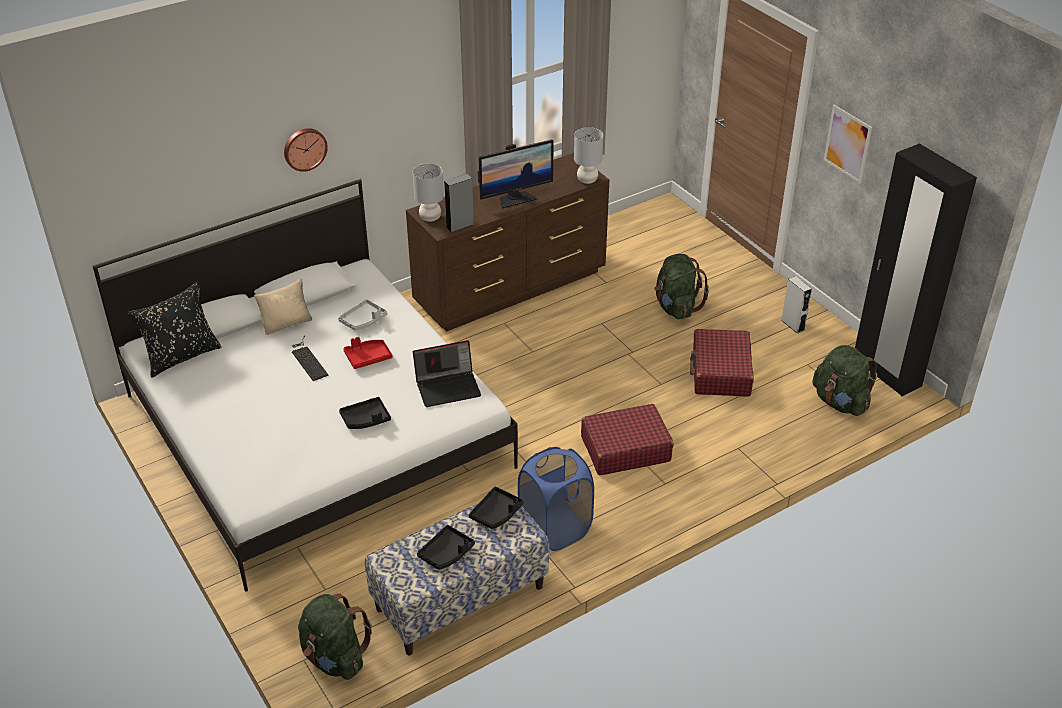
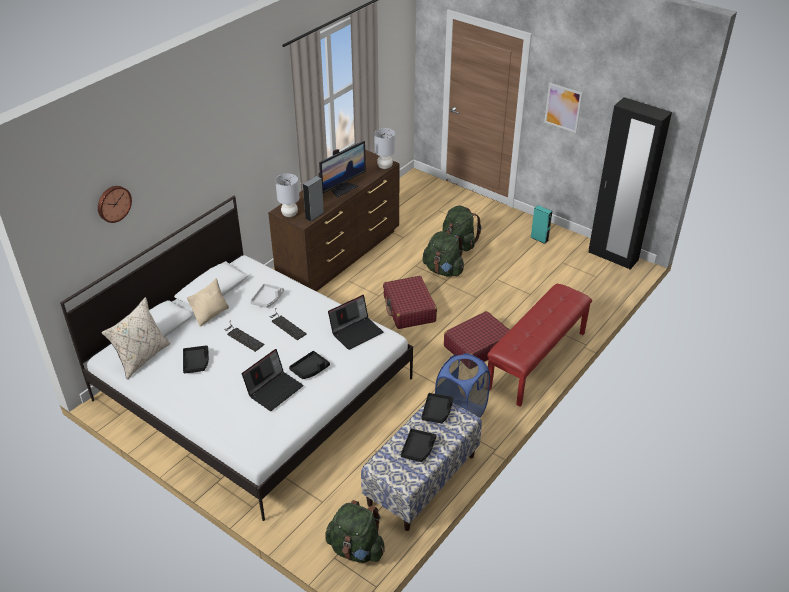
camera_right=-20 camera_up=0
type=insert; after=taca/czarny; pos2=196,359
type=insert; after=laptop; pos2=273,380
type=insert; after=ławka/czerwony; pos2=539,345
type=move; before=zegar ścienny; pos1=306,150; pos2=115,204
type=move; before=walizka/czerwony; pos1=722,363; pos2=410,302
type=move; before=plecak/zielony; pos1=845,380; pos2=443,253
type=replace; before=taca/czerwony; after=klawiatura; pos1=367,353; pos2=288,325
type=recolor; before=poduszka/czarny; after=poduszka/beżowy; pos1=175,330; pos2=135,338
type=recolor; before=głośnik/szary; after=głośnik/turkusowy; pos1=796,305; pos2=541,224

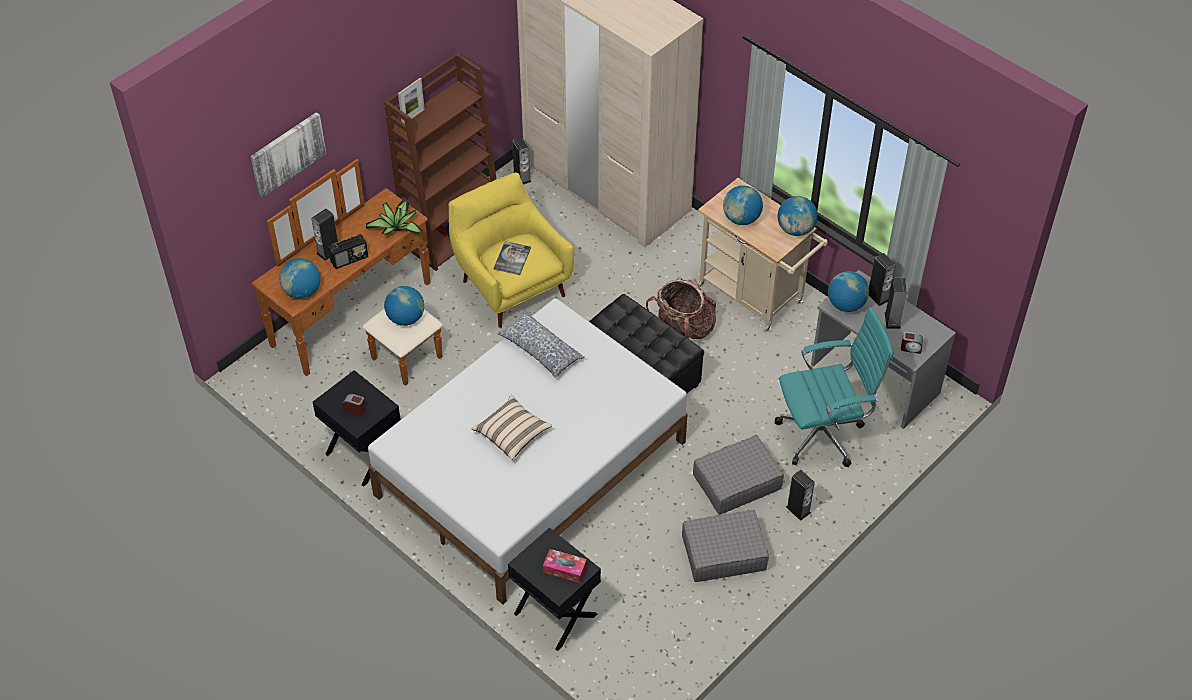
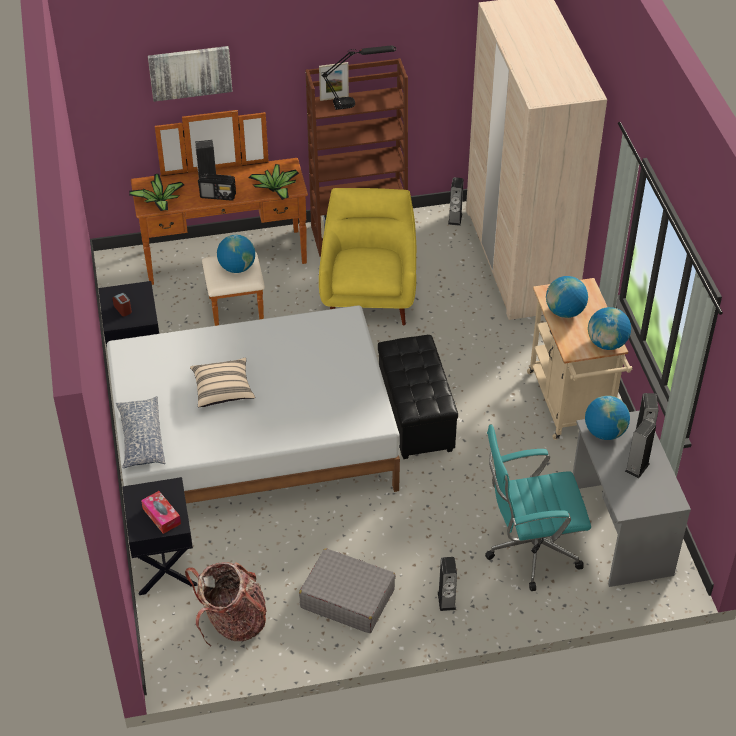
camera_right=35 camera_up=-5
type=delete; before=książka; pos1=512,258
type=delete; before=walizka/szary; pos1=738,475
type=delete; before=budzik; pos1=912,343
type=insert; after=lampa stołowa/czarny; pos2=358,78
type=move; before=poduszka; pos1=541,344; pos2=141,432
type=move; before=plecak; pos1=681,308; pos2=225,604
type=replace; before=globus; after=roślina doniczkowa; pos1=300,278; pos2=156,192
type=rotate; before=krzesło biurowe/turkusowy; pos1=834,387; pos2=538,507; turn=150

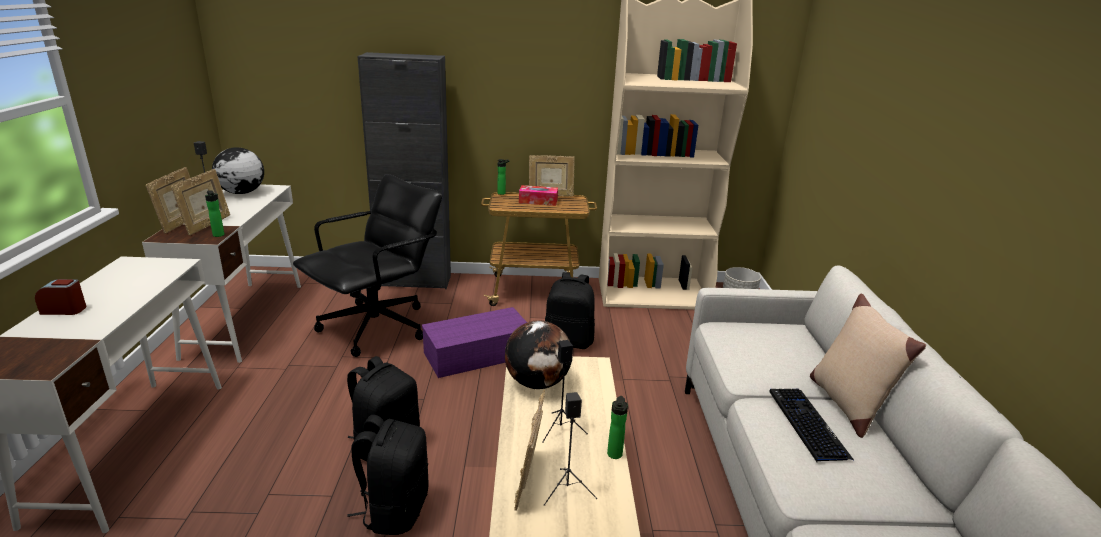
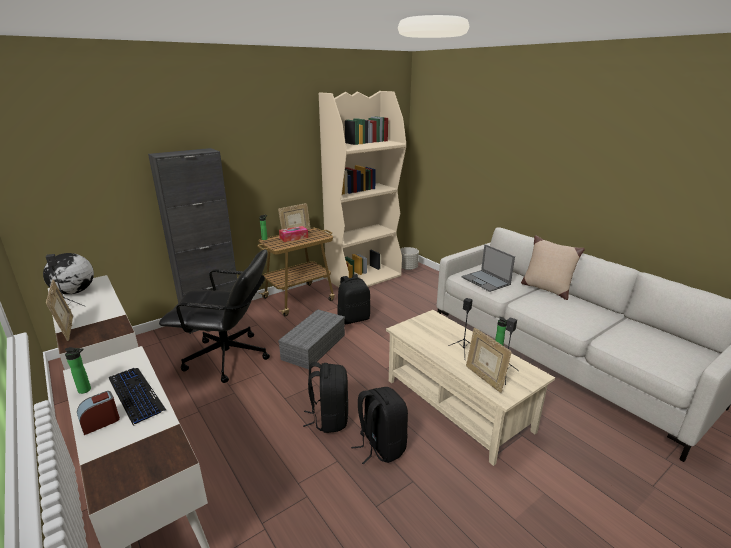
camera_right=-35 camera_up=0
type=delete; before=ramka na zdjęcie; pos1=200,202
type=delete; before=globus; pos1=538,355
type=insert; after=laptop; pos2=488,268
type=move; before=butelka; pos1=214,213; pos2=78,370
type=move; before=klawiatura; pos1=812,425; pos2=137,397
type=recolor; before=pojemnik do przechowywania/fioletowy; after=pojemnik do przechowywania/szary; pos1=474,342; pos2=311,339
type=rotate; before=krzesło biurowe/czarny; pos1=367,265; pos2=214,316; turn=90

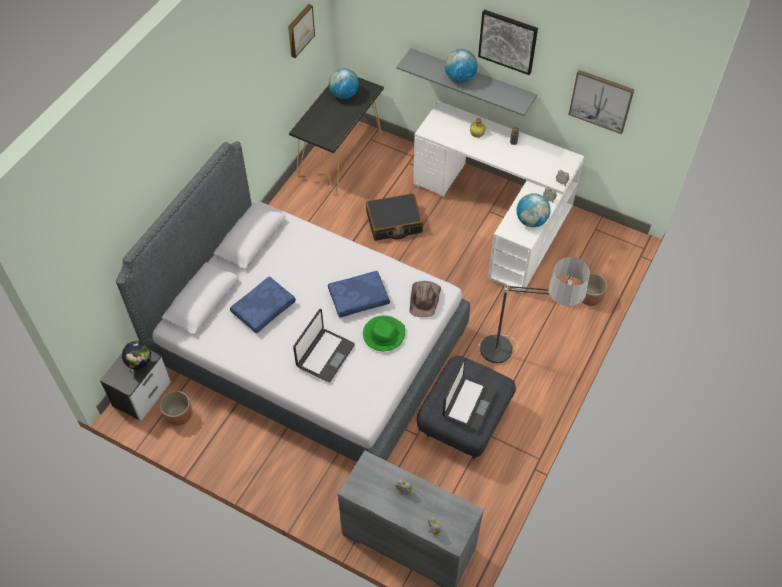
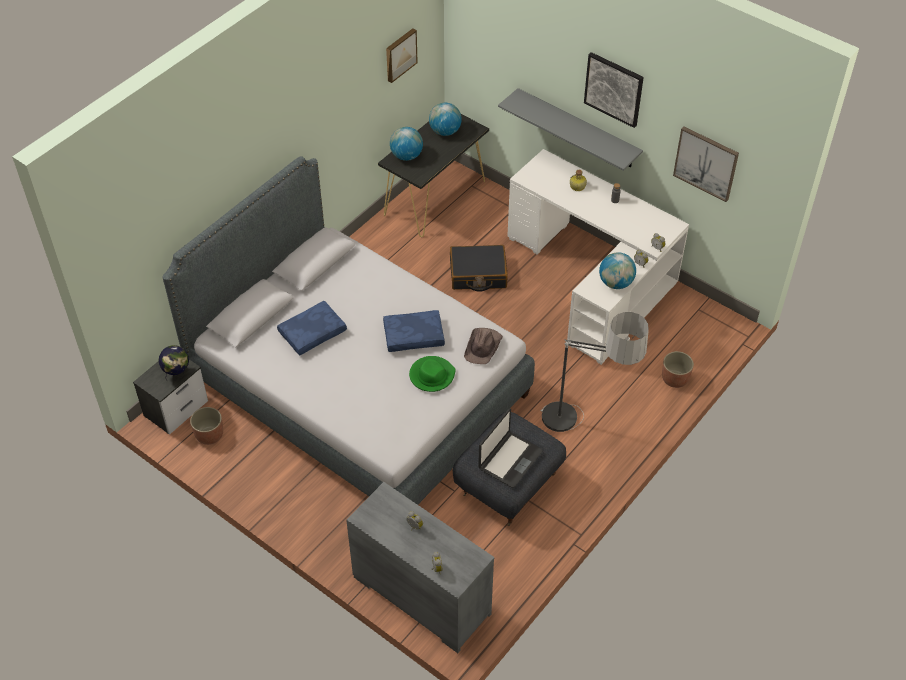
camera_right=10 camera_up=-5
type=delete; before=laptop; pos1=324,345
type=move; before=globus; pos1=461,66; pos2=406,144

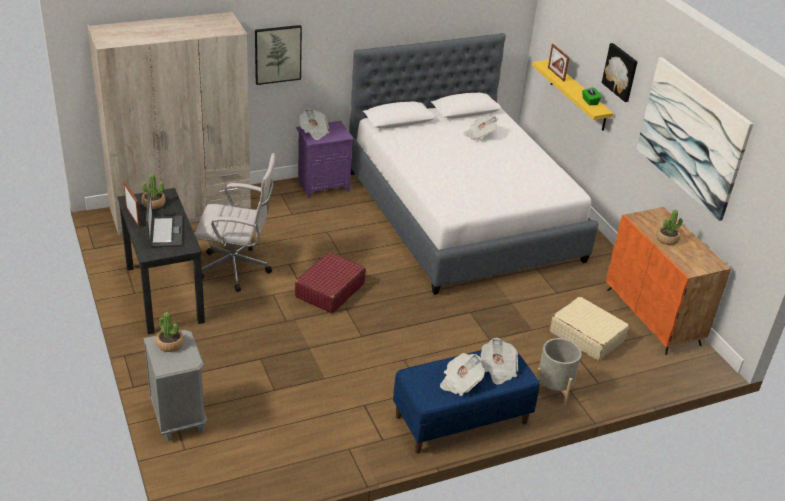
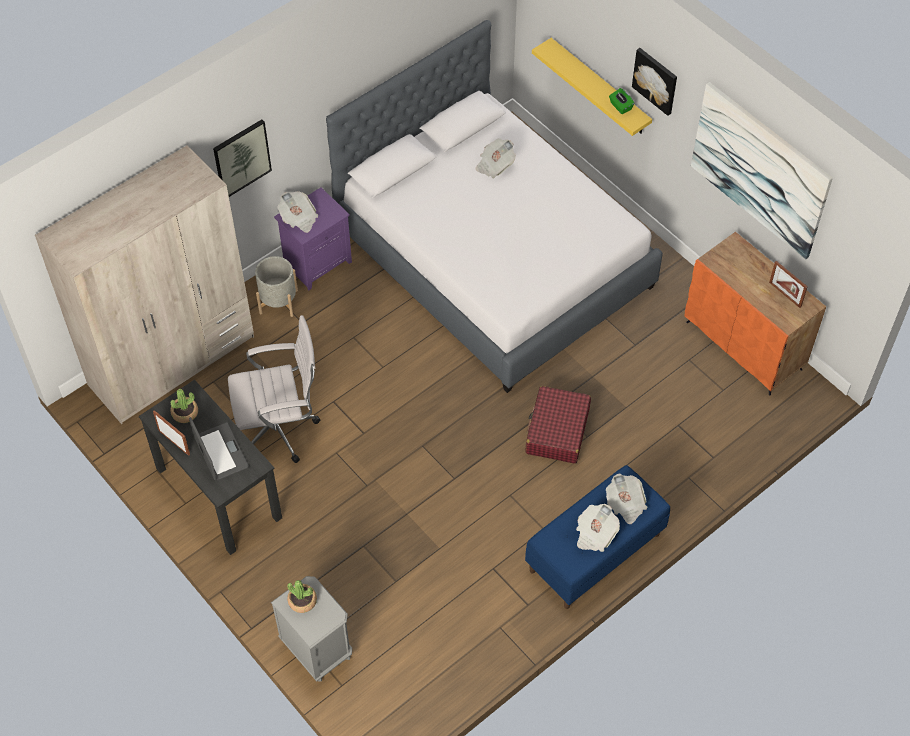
camera_right=-15 camera_up=20
type=delete; before=walizka/beżowy; pos1=589,329
type=delete; before=roślina doniczkowa; pos1=669,227
type=move; before=walizka/czerwony; pos1=330,282; pos2=558,425
type=move; before=donica/szary; pos1=558,371; pos2=276,286
type=move; before=ramka na zdjęcie; pos1=558,62; pos2=788,284

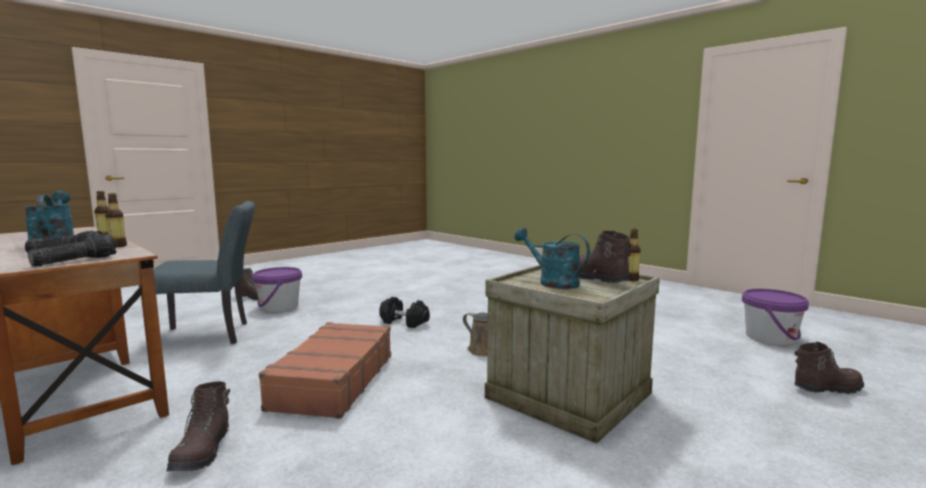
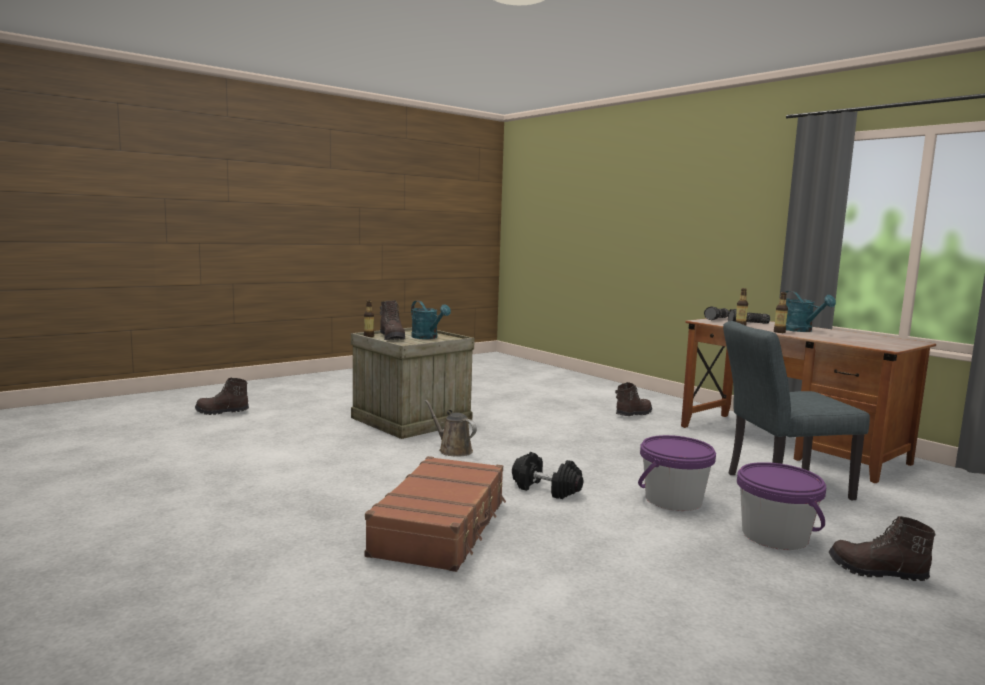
camera_right=-175 camera_up=0
type=move; before=walizka/brązowy; pos1=325,370; pos2=435,514
type=move; before=wiadro/fioletowy; pos1=775,317; pos2=677,473
type=rotate; before=but z cholewką/brązowy; pos1=198,426; pos2=633,399; turn=45

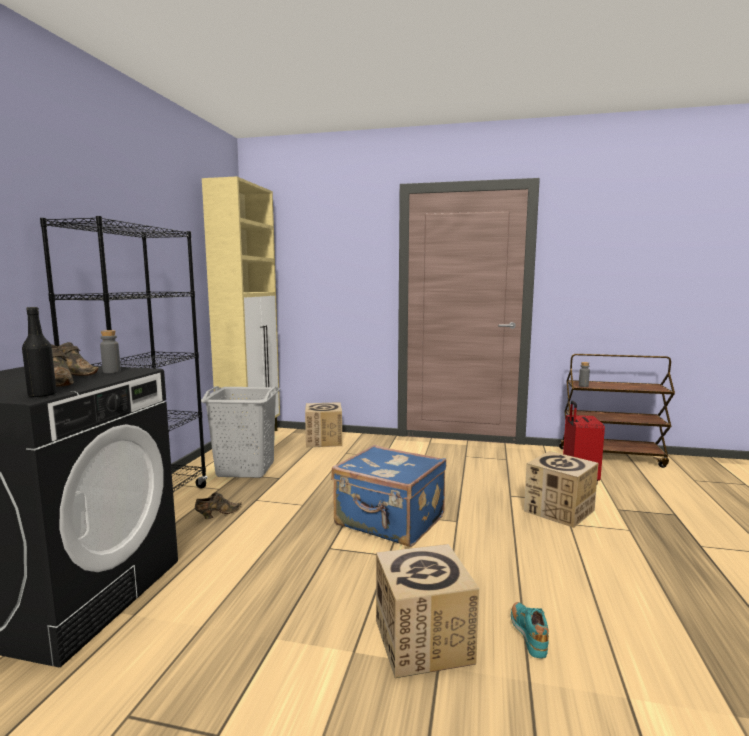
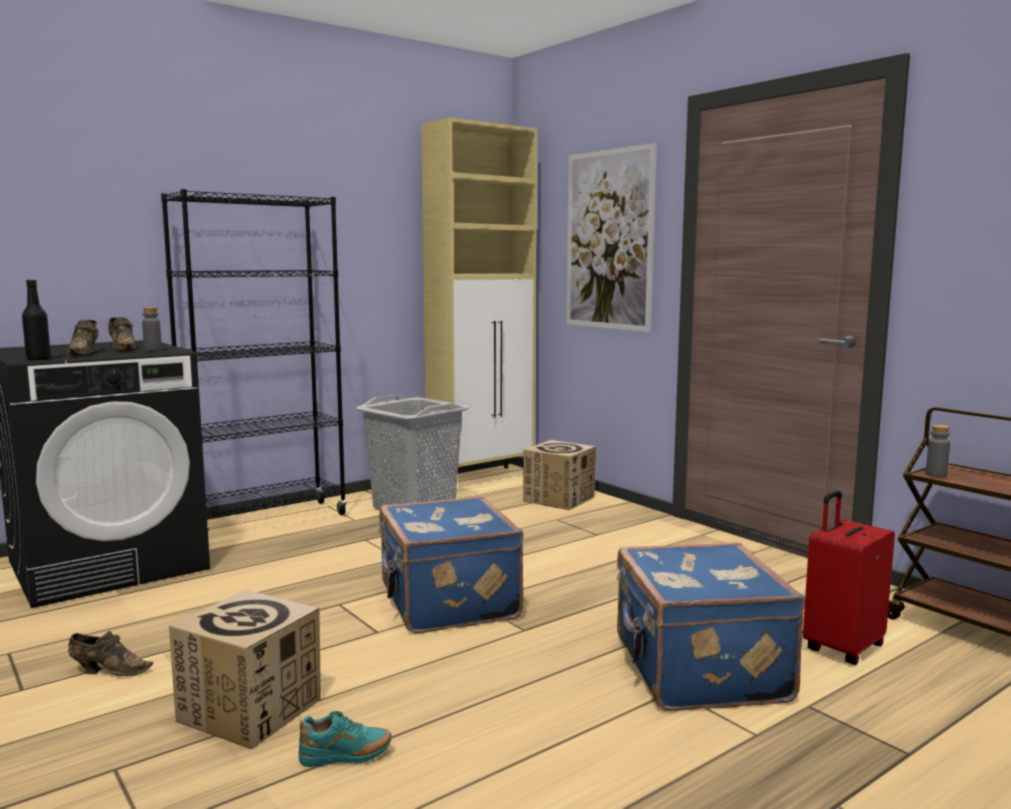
camera_right=40 camera_up=0
type=insert; after=obraz; pos2=611,237
type=move; before=but/brązowy; pos1=218,505; pos2=110,653
type=replace; before=karton; after=walizka/niebieski; pos1=561,489; pos2=710,627
type=rotate; before=but/turkusowy; pos1=530,630; pos2=345,739; turn=45

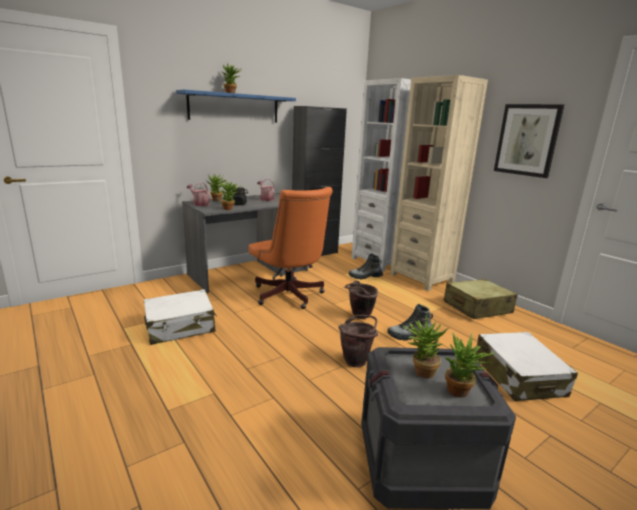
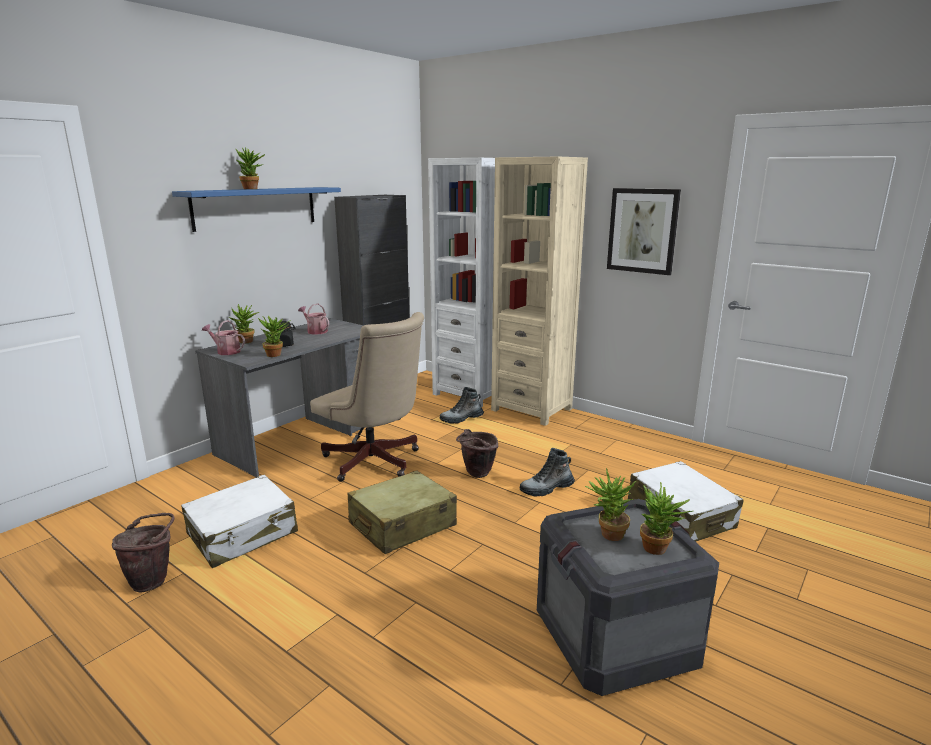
camera_right=-15 camera_up=0
type=move; before=wiadro/brązowy; pos1=358,341; pos2=143,552
type=move; before=walizka/beżowy; pos1=480,299; pos2=402,512
type=recolor; before=krzesło biurowe/pomarańczowy; after=krzesło biurowe/beżowy; pos1=291,248; pos2=367,397

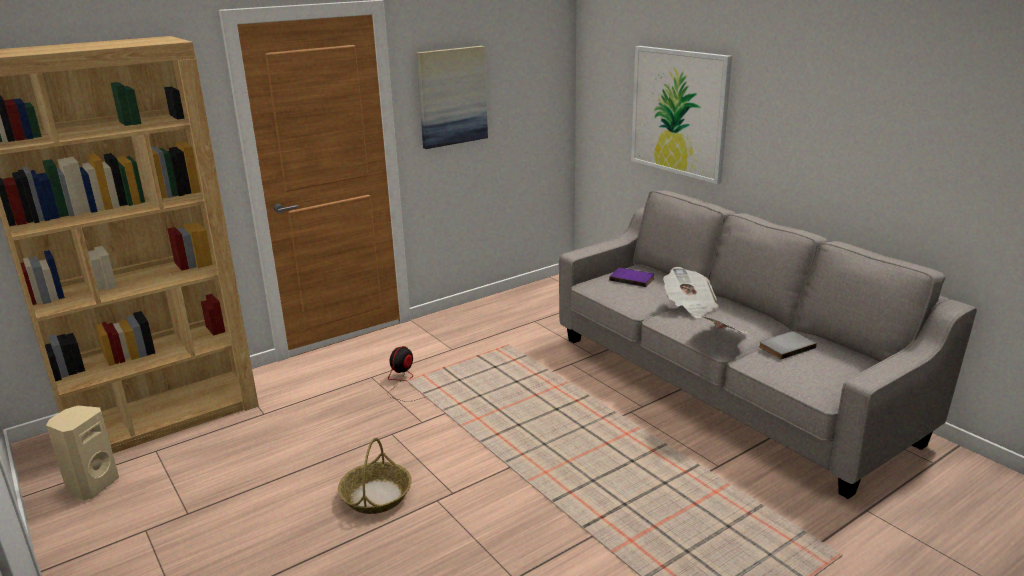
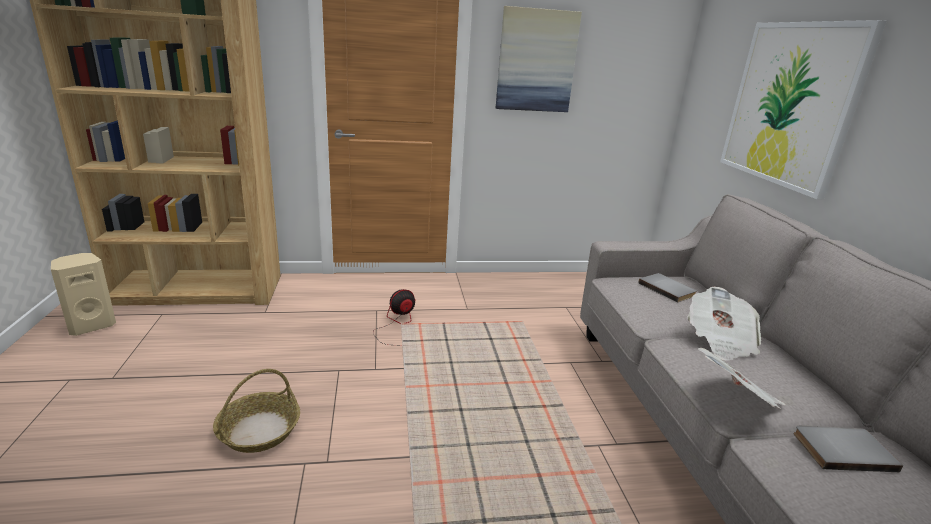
camera_right=25 camera_up=0
type=recolor; before=książka/fioletowy; after=książka/szary; pos1=632,277; pos2=667,288

